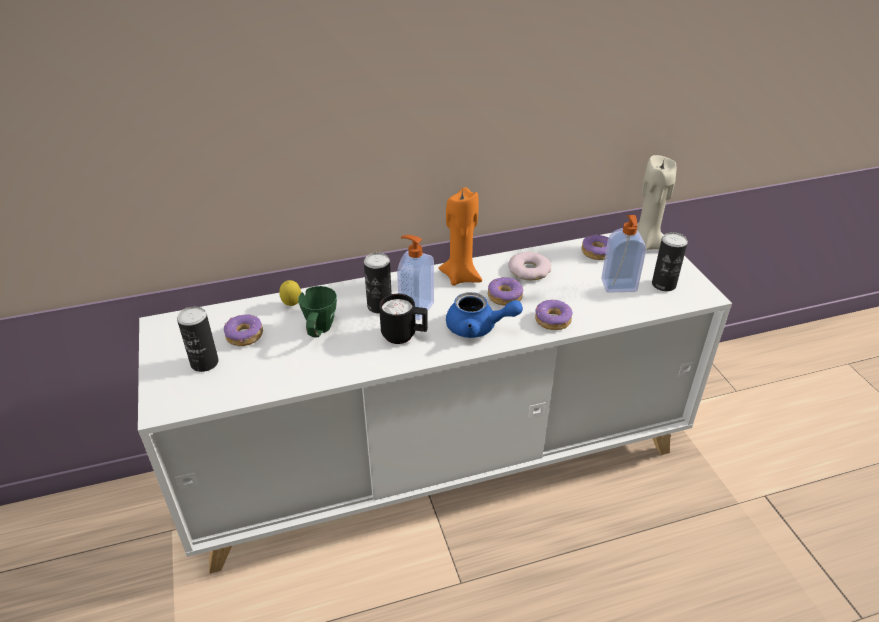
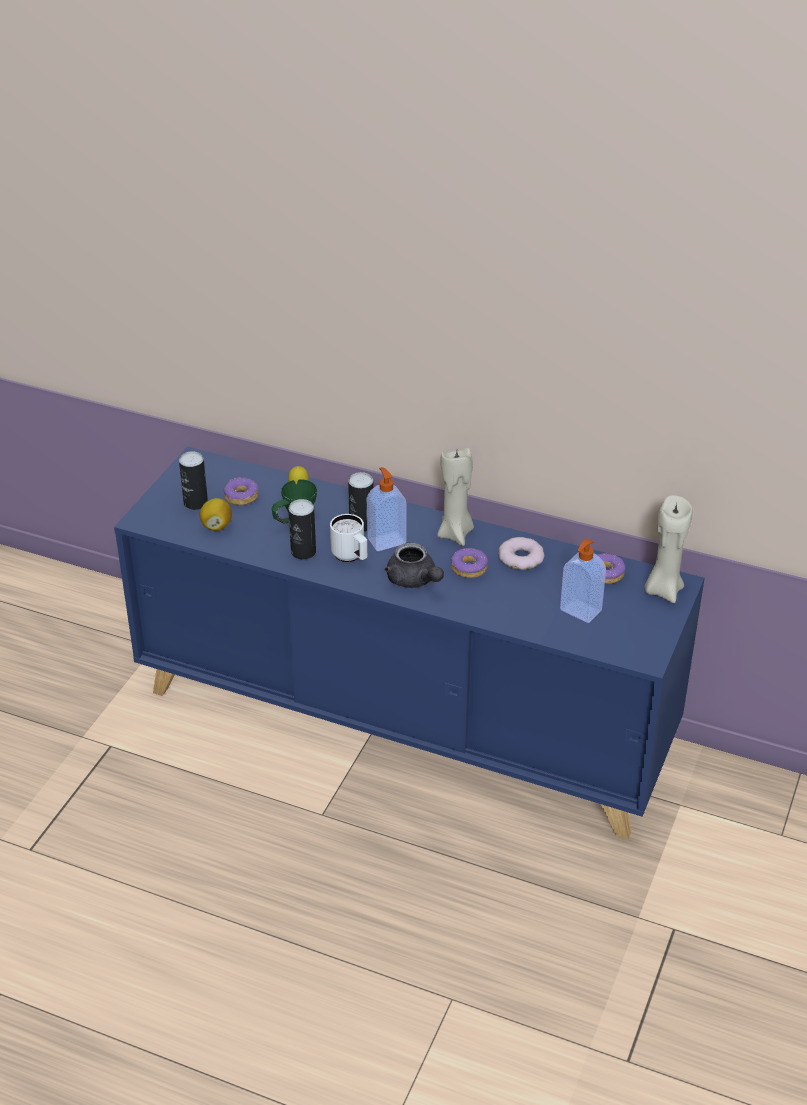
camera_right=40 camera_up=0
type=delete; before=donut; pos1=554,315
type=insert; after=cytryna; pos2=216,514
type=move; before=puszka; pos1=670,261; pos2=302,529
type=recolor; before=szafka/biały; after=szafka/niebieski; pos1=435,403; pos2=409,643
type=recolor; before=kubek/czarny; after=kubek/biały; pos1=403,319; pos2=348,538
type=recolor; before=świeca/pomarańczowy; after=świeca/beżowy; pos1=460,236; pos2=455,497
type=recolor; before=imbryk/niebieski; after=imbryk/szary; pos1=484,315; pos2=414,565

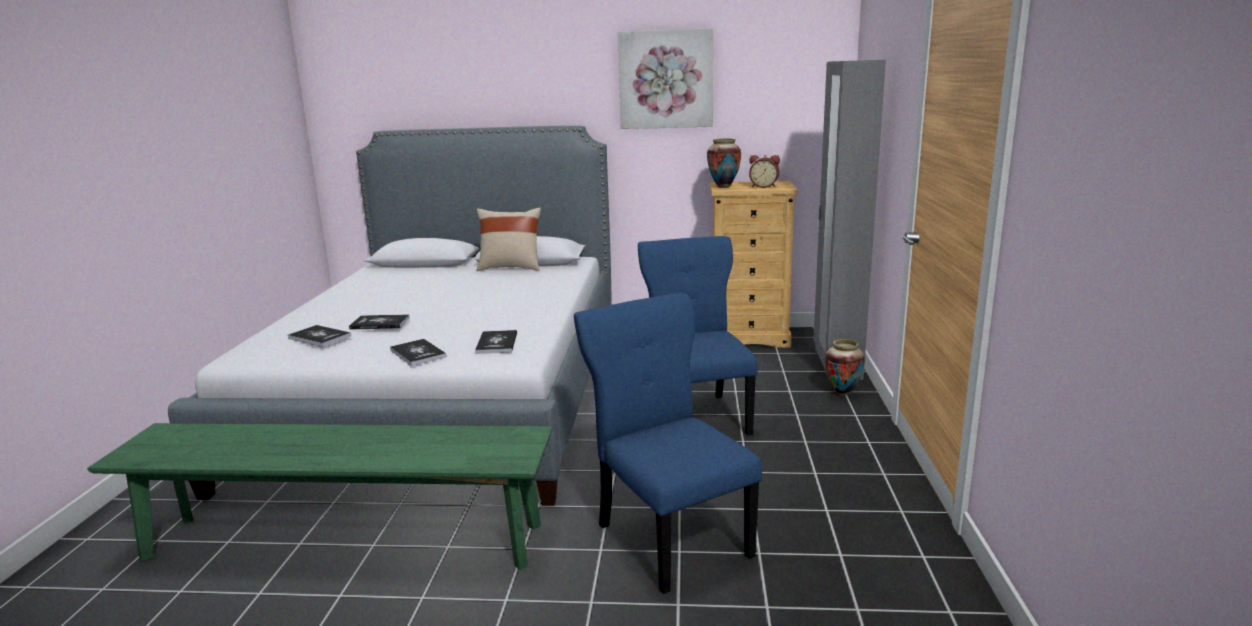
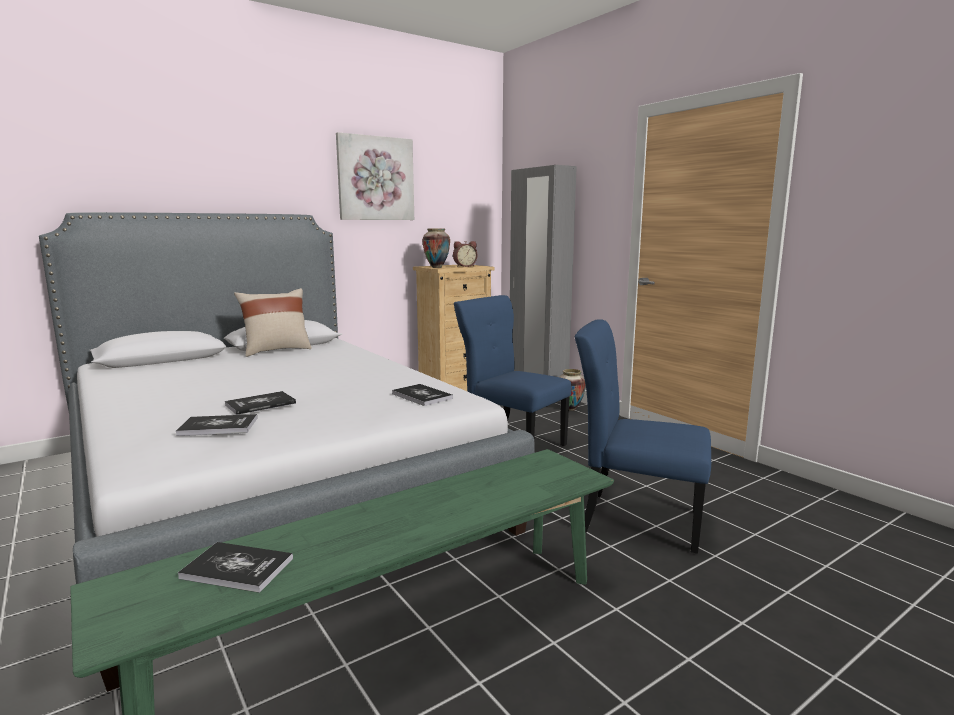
camera_right=-40 camera_up=-5
type=move; before=książka; pos1=418,352; pos2=235,567

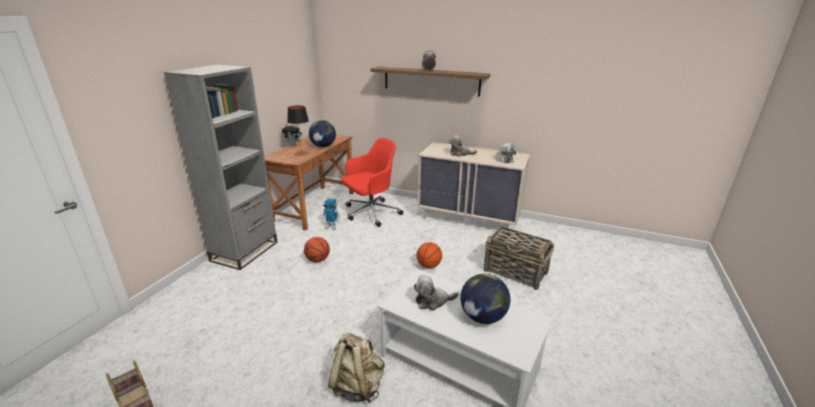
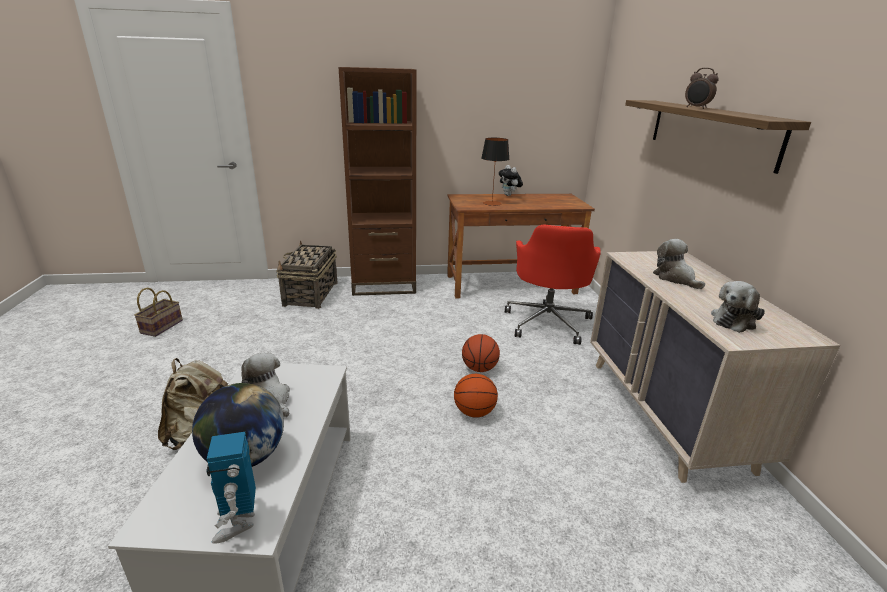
camera_right=60 camera_up=0
type=delete; before=globus; pos1=322,133
type=move; before=piłka do koszykówki; pos1=317,249; pos2=481,353
type=move; before=robot zabawkowy; pos1=331,214; pos2=231,488
type=move; before=koszyk; pos1=519,258; pos2=306,274
type=recolor; before=regał/szary; after=regał/brązowy; pos1=220,167; pos2=377,181
type=rotate; before=krzesło biurowe/czerwony; pos1=372,182; pos2=553,284; turn=75

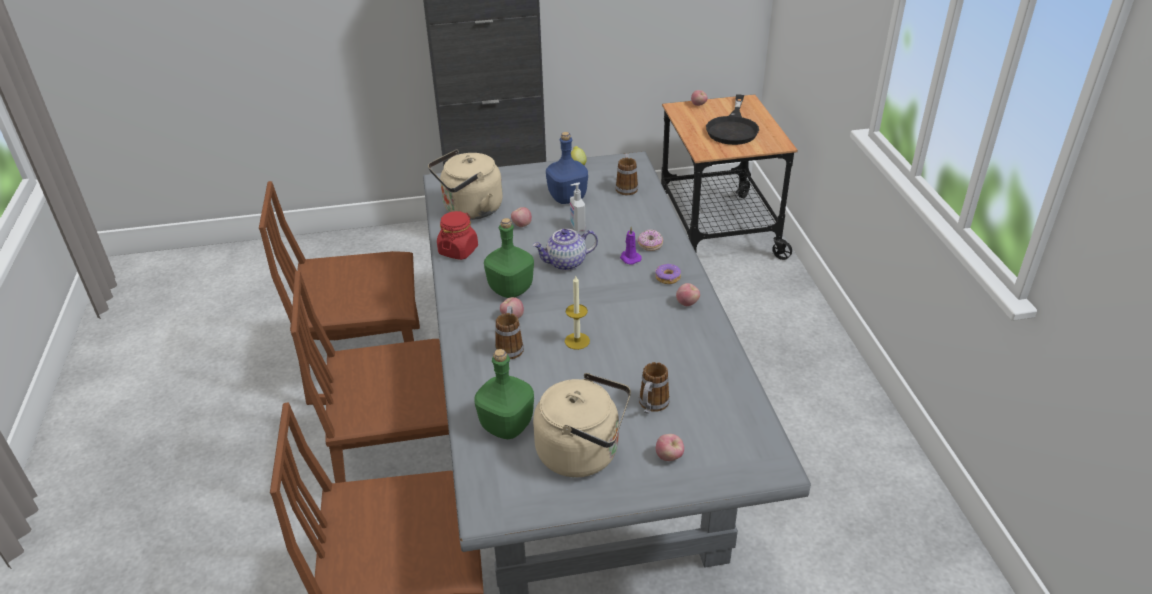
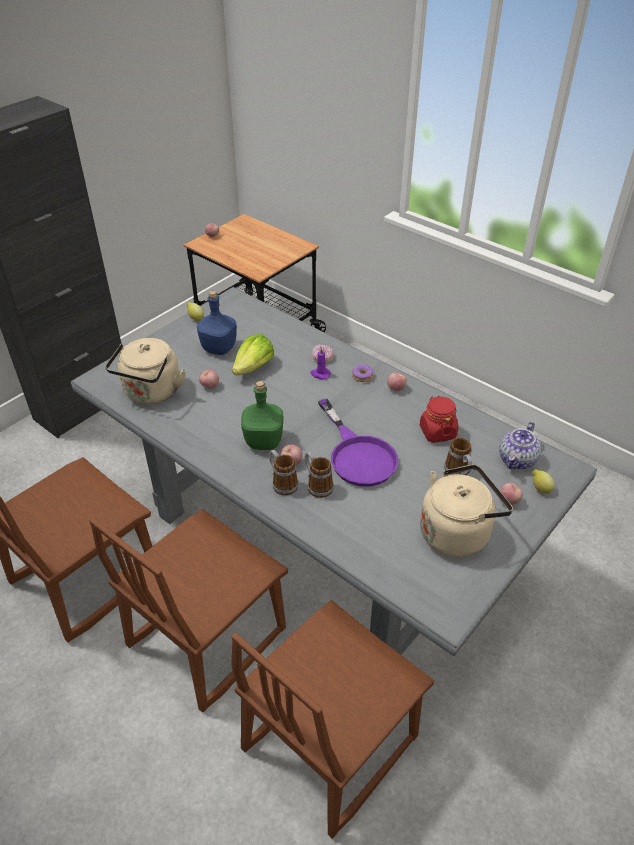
camera_right=-40 camera_up=5
type=delete; before=butelka/zielony; pos1=504,394
type=delete; before=patelnia/czarny; pos1=732,119
type=insert; after=cytryna; pos2=543,481
type=move; before=słoik/czerwony; pos1=457,235; pos2=439,419
type=move; before=imbryk; pos1=565,250; pos2=520,445
type=move; before=kubek; pos1=626,174; pos2=283,472
type=replace; before=świeca; after=patelnia/fioletowy; pos1=577,313; pos2=358,443
type=replace; before=dozownik mydła; after=sałata; pos1=577,207; pos2=253,354

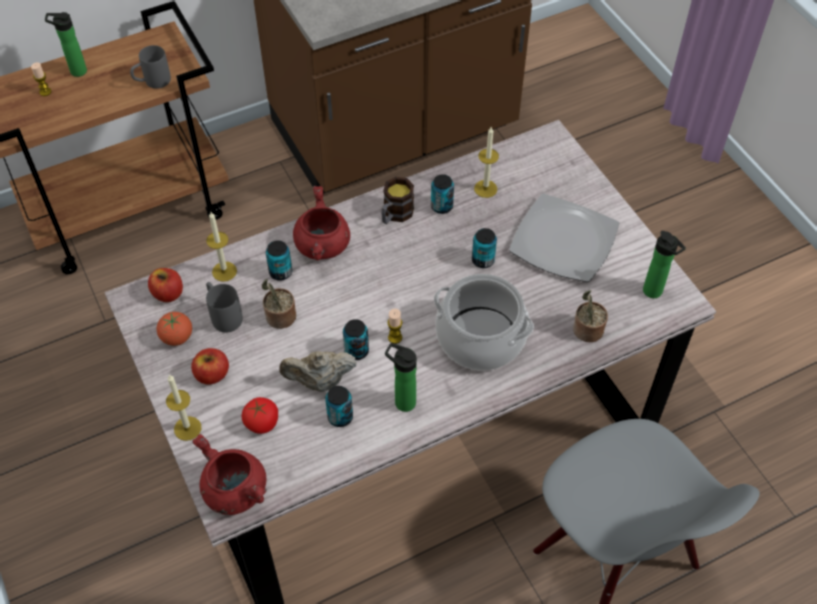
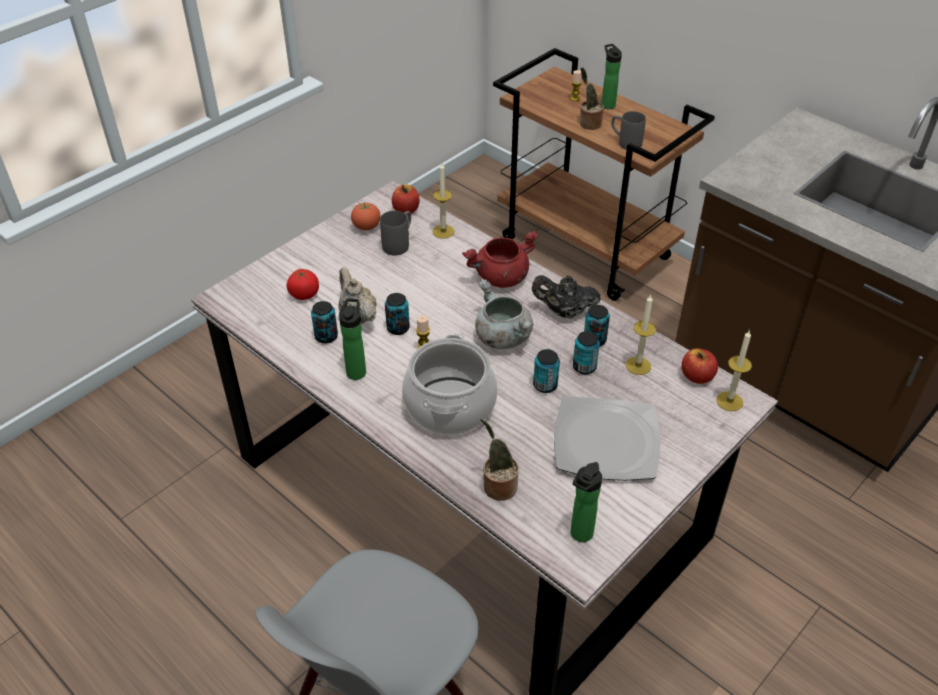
camera_right=70 camera_up=-10
type=delete; before=garnek/czerwony; pos1=229,474
type=insert; after=garnek/szary; pos2=504,314
type=move; before=świeca; pos1=183,407; pos2=734,370
type=move; before=jabłko; pos1=210,366; pos2=700,366
type=move; before=roślina doniczkowa; pos1=278,304; pos2=592,98
type=move; before=puszka; pos1=279,260; pos2=586,352
type=replace; before=kubek; after=imbryk/czarny; pos1=397,200; pos2=566,297

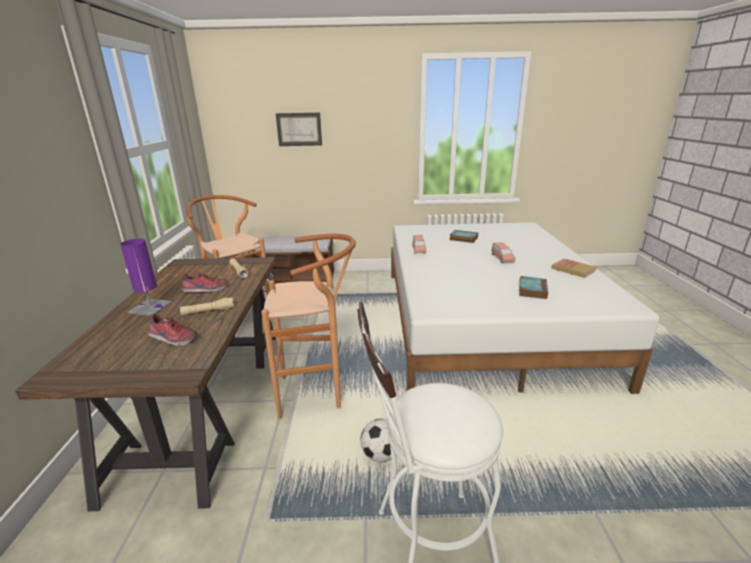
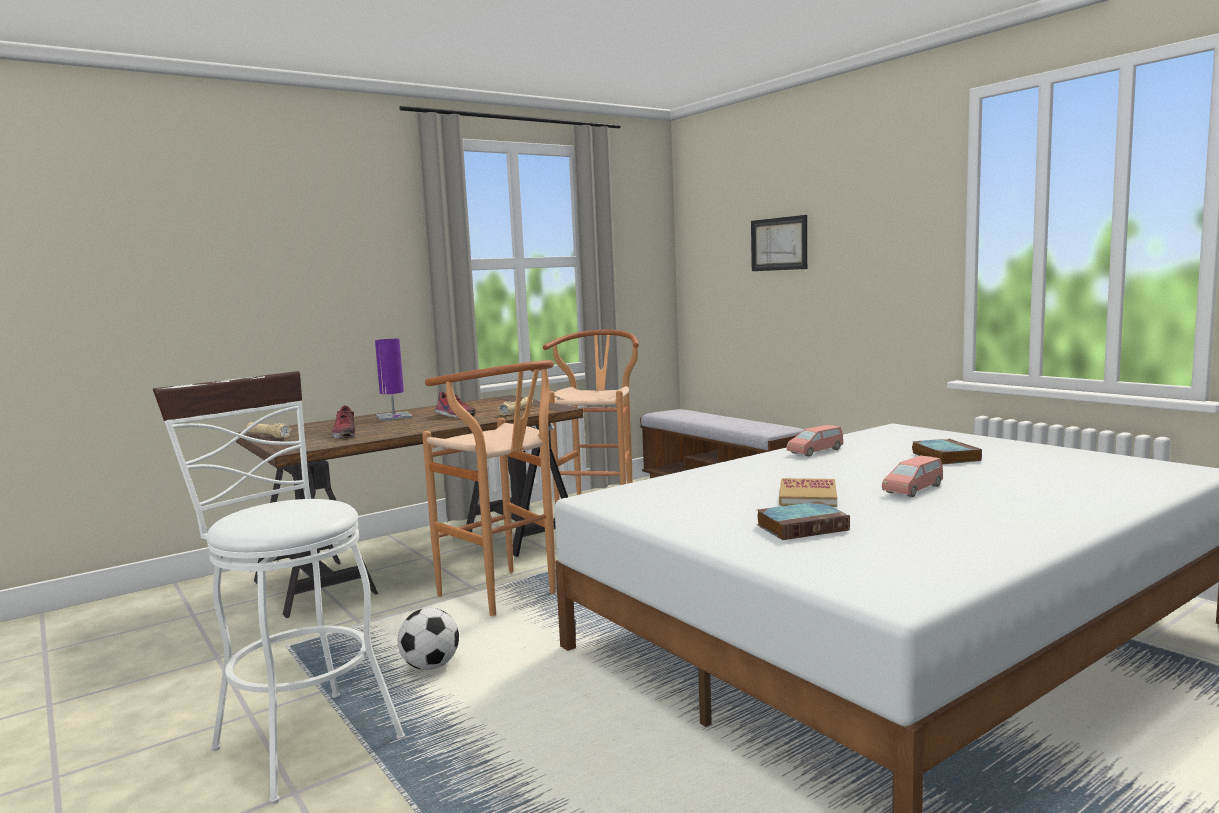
camera_right=55 camera_up=-15
type=move; before=latarka/beżowy; pos1=207,306; pos2=269,430
type=move; before=książka; pos1=573,268; pos2=808,492

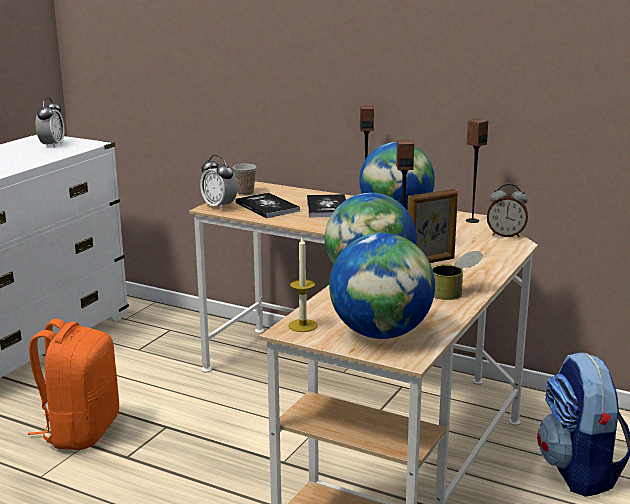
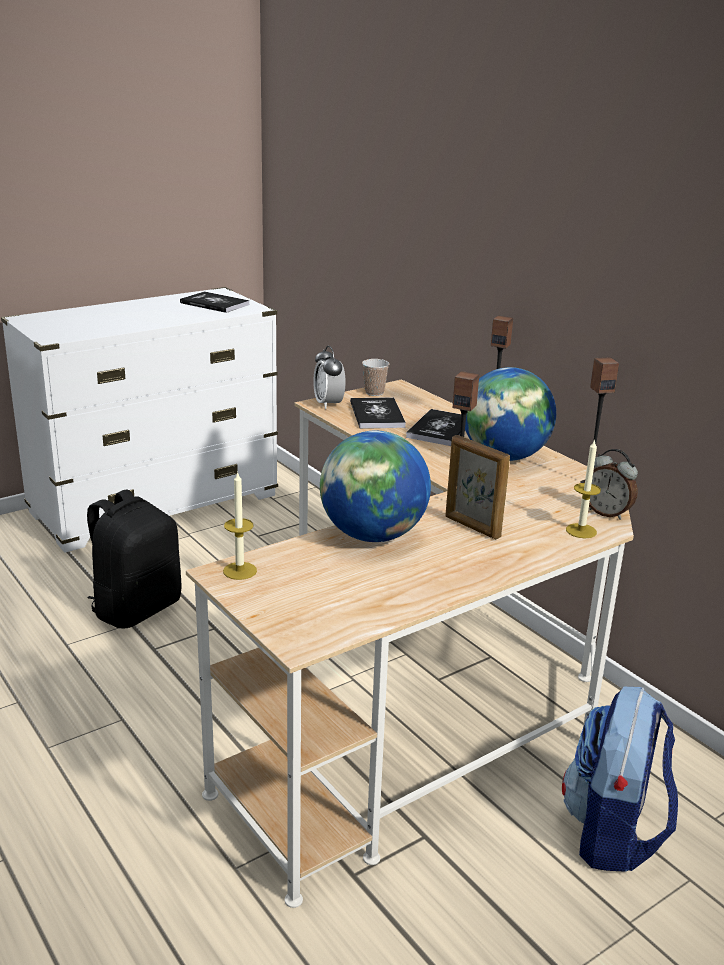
camera_right=25 camera_up=5
type=delete; before=globus; pos1=382,286
type=delete; before=puszka; pos1=457,275
type=insert; after=świeca; pos2=583,488
type=replace; before=budzik; after=książka; pos1=49,123; pos2=214,302
type=recolor; before=plecak/pomarańczowy; after=plecak/czarny; pos1=73,384; pos2=134,559
type=rotate; before=ramka na zdjęcie; pos1=432,226; pos2=477,487; turn=45

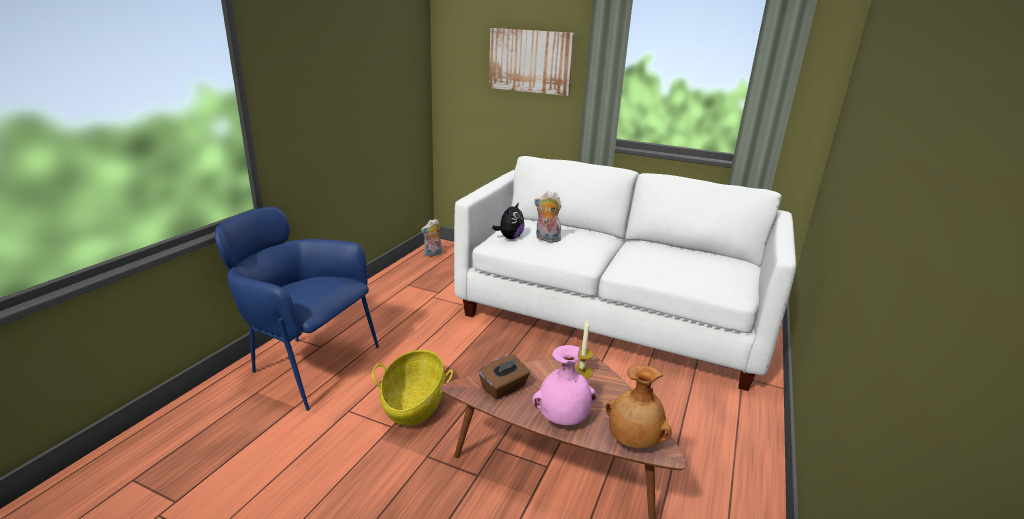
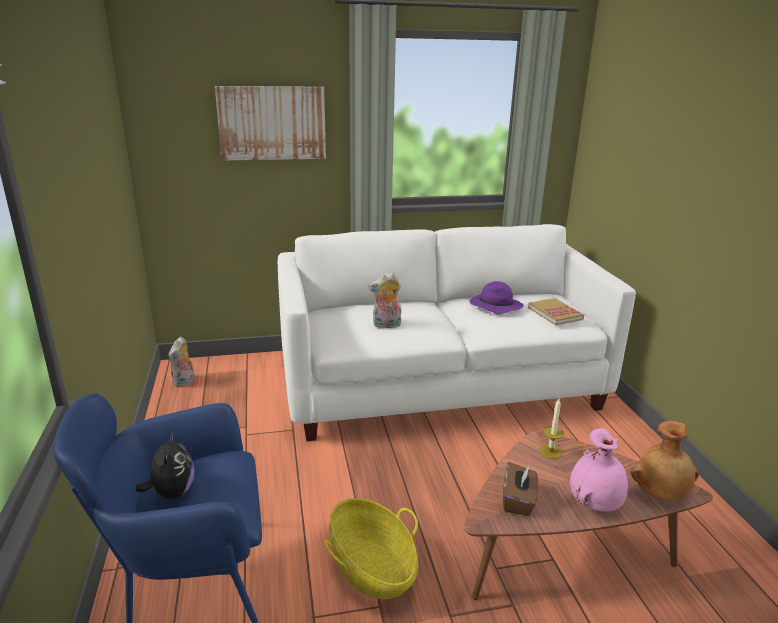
camera_right=-35 camera_up=0
type=insert; after=kapelusz/fioletowy; pos2=496,297
type=insert; after=książka; pos2=556,311
type=move; before=pluszak; pos1=508,220; pos2=165,465

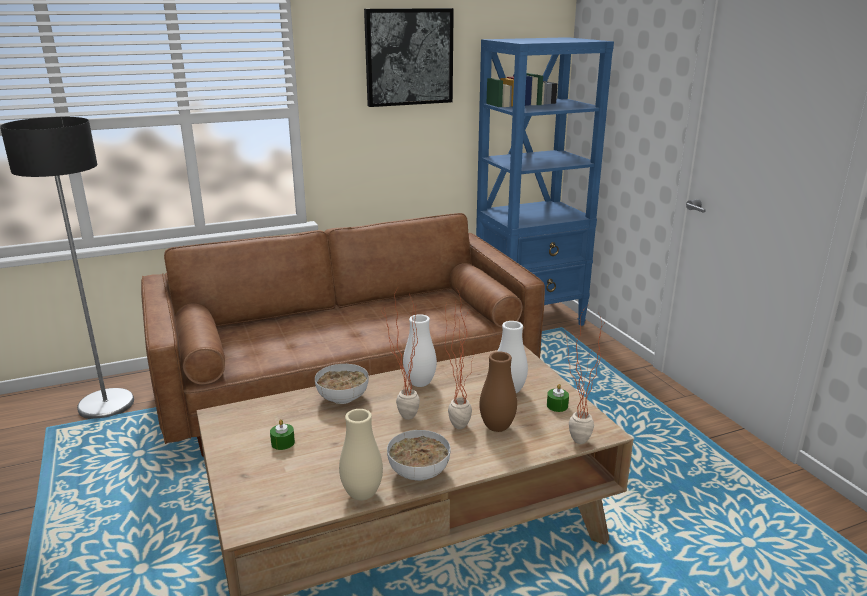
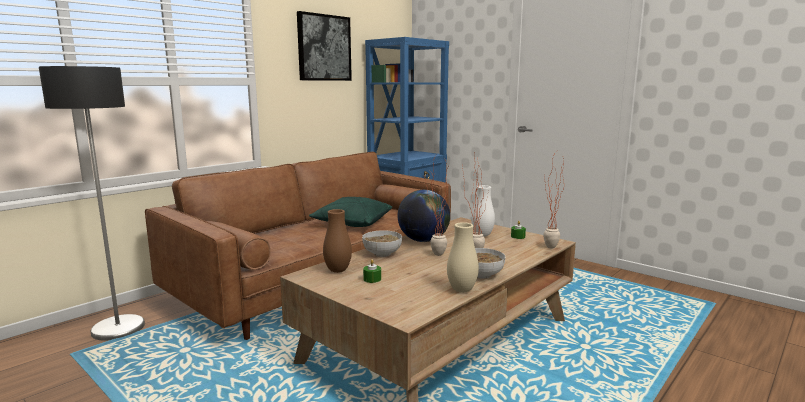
camera_right=-25 camera_up=-10
type=insert; after=poduszka/zielony; pos2=350,212
type=move; before=wazon/brązowy; pos1=498,392; pos2=337,241
type=replace; before=wazon/biały; after=globus; pos1=420,350; pos2=424,216

